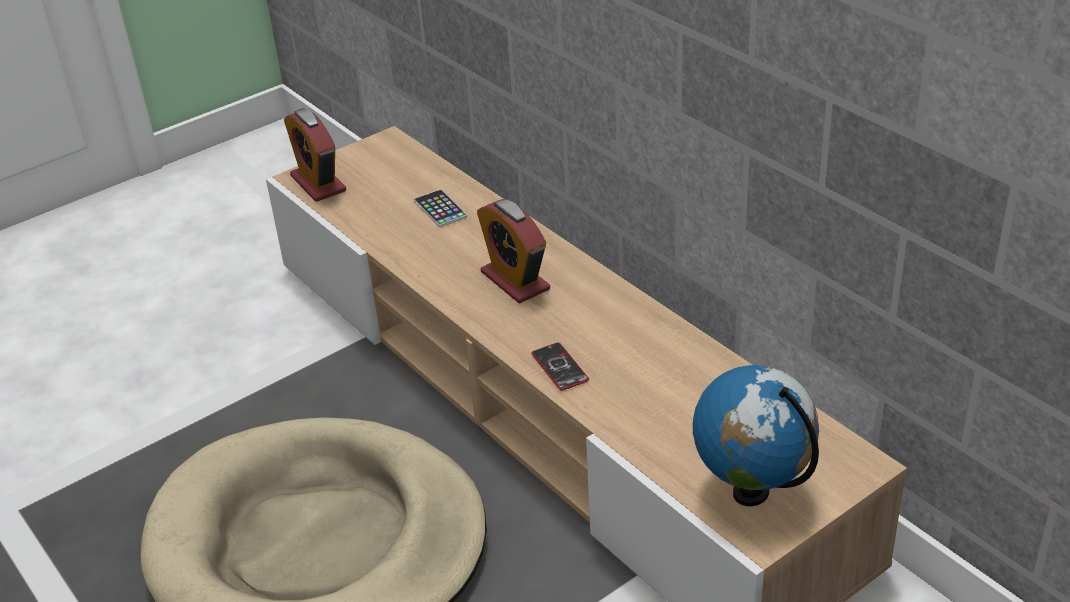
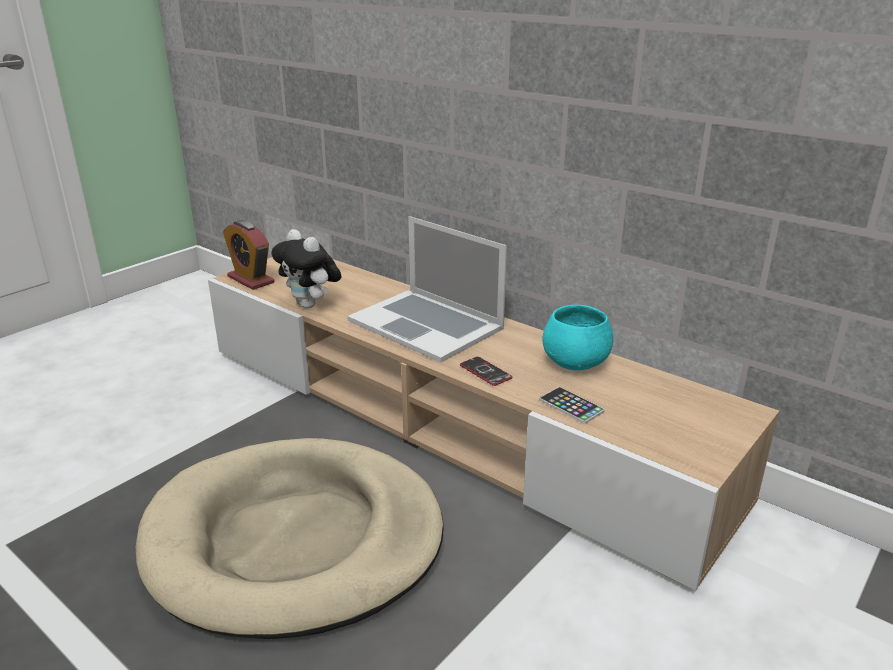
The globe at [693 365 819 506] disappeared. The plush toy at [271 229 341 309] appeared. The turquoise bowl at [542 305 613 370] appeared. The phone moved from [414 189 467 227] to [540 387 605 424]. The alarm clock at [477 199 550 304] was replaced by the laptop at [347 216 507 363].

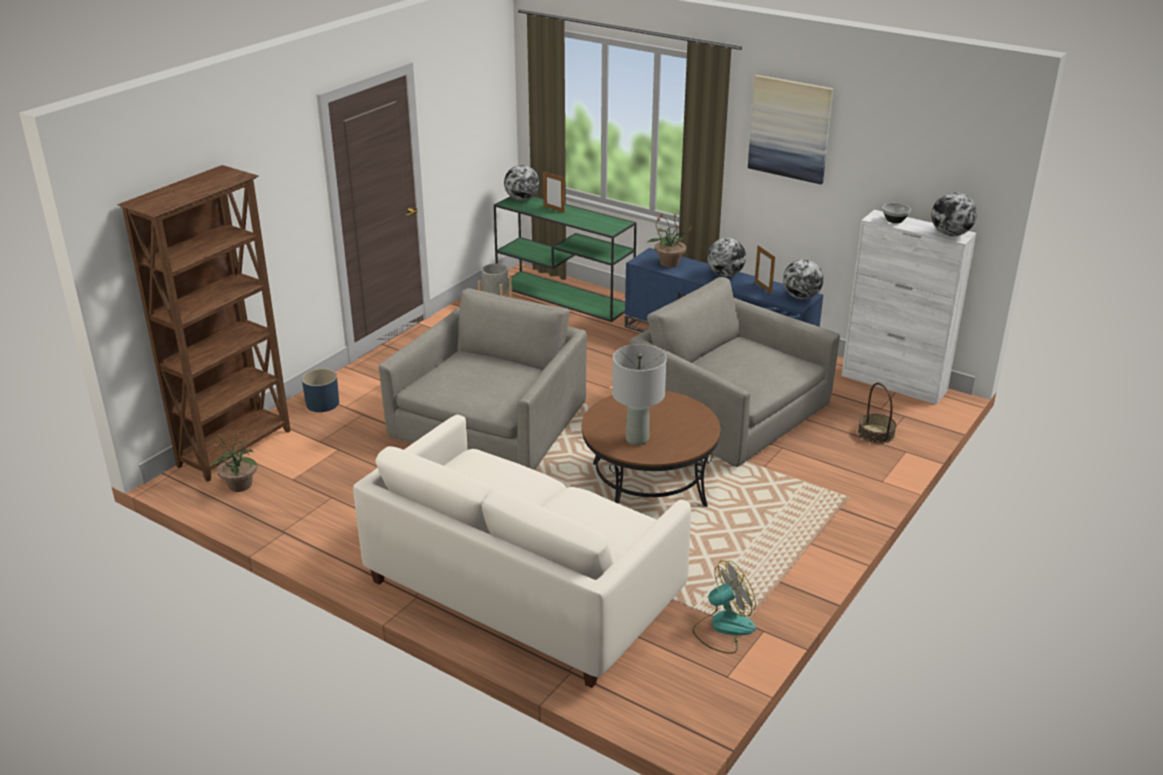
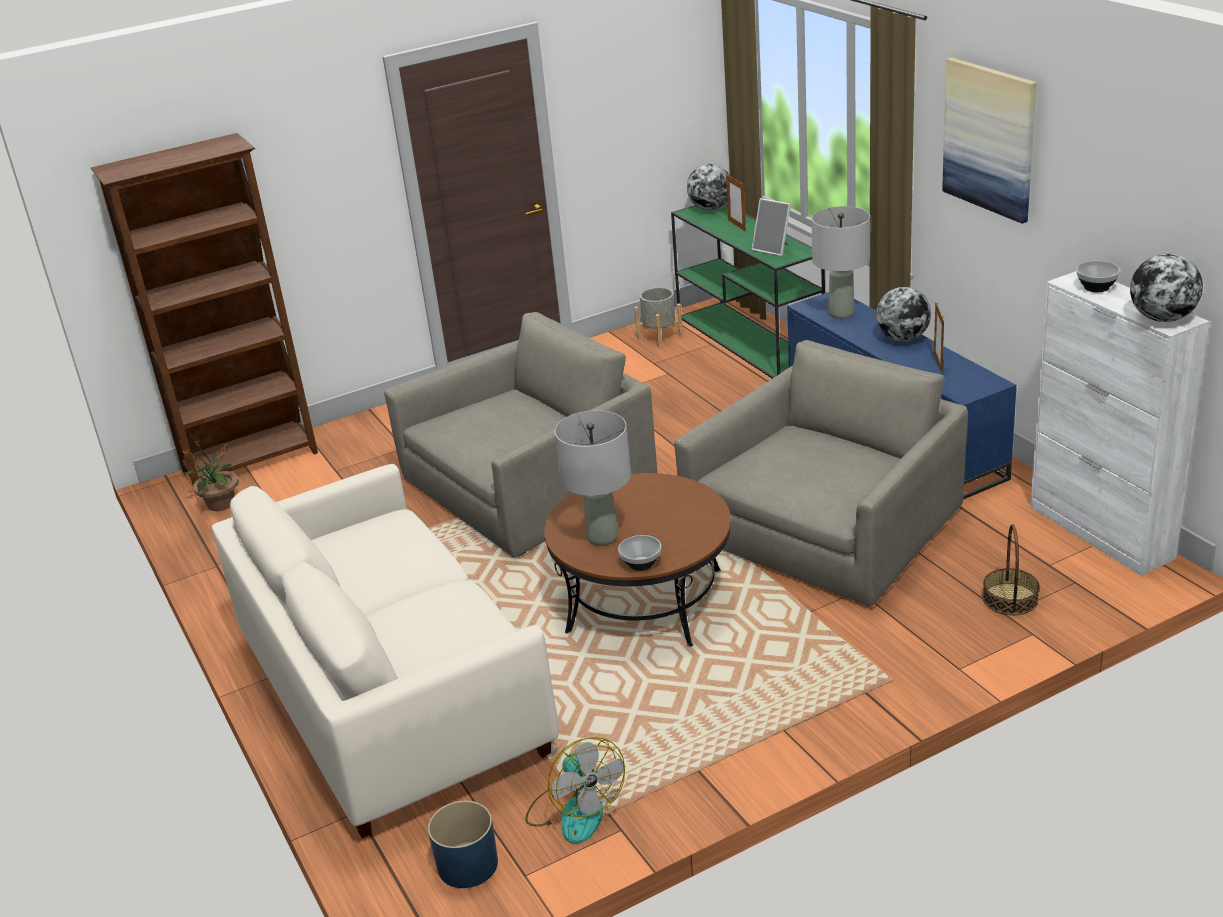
The globe at [783 259 824 299] disappeared. The bowl at [618 535 661 571] appeared. The picture frame at [752 198 791 256] appeared. The blue planter moved from [302 369 339 412] to [428 801 498 888]. The potted plant at [648 215 692 268] was replaced by the grey table lamp at [812 206 870 319]. The grey armchair at [630 277 840 467] turned 60 degrees clockwise. The fan at [693 560 756 654] turned 60 degrees clockwise.

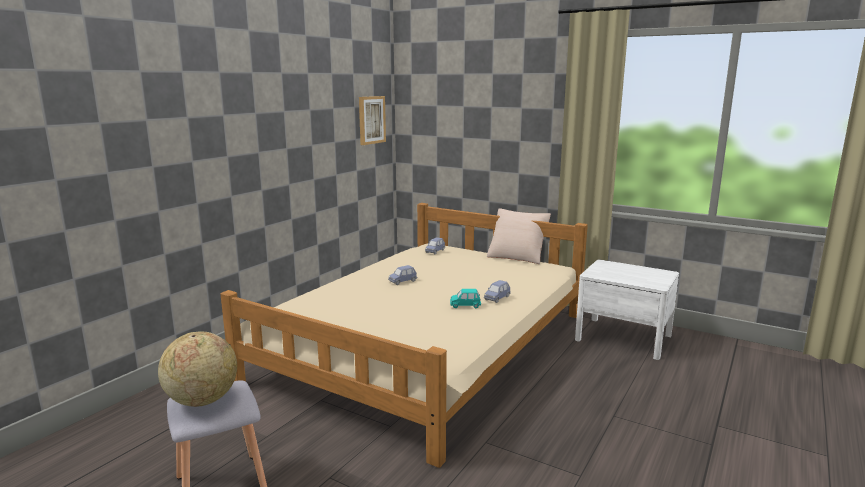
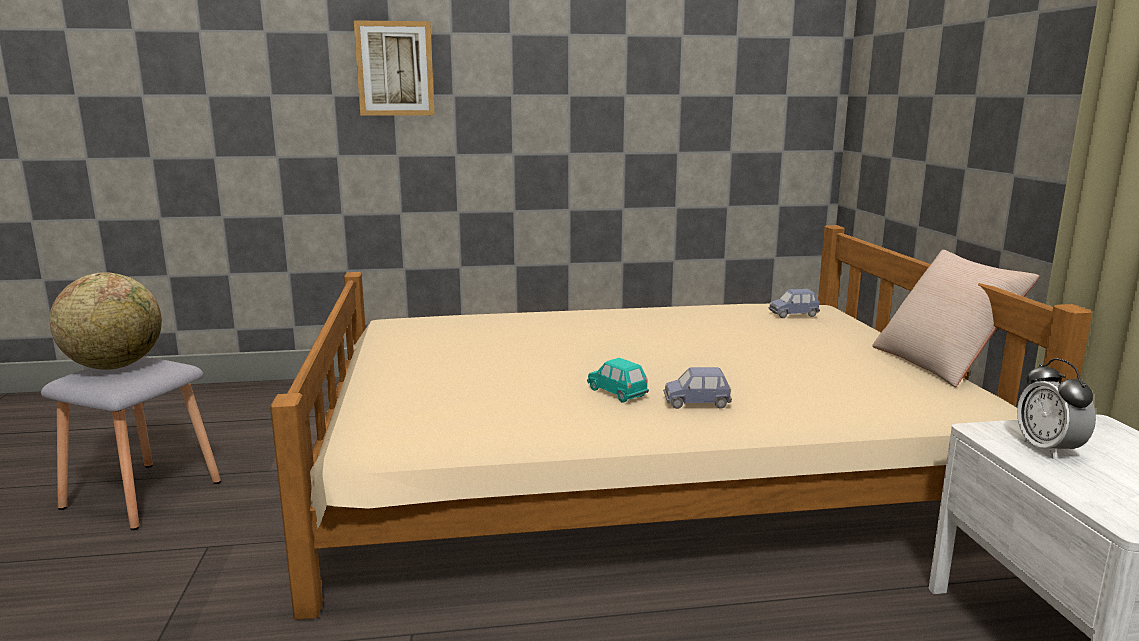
The blue toy car at [388 265 417 285] disappeared. The alarm clock at [1017 358 1096 459] appeared. The picture moved from [359 96 386 145] to [354 20 435 116].

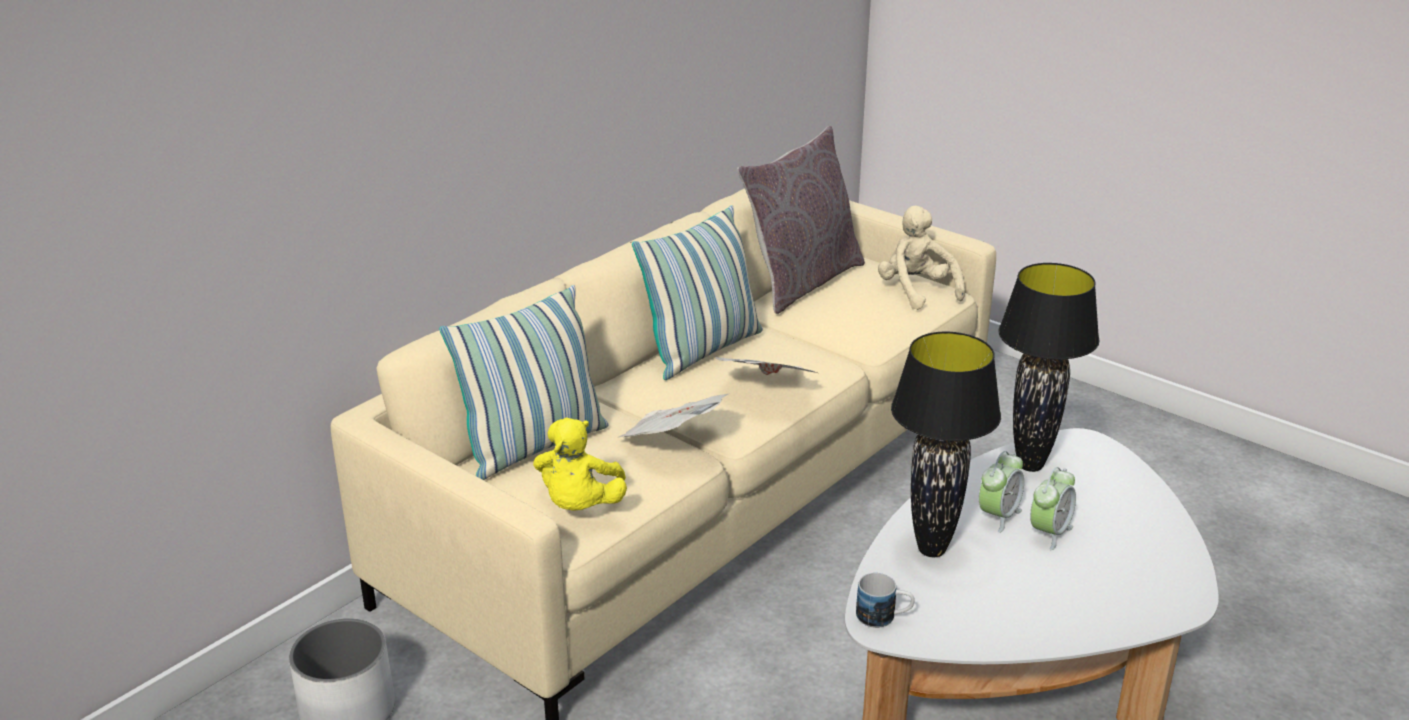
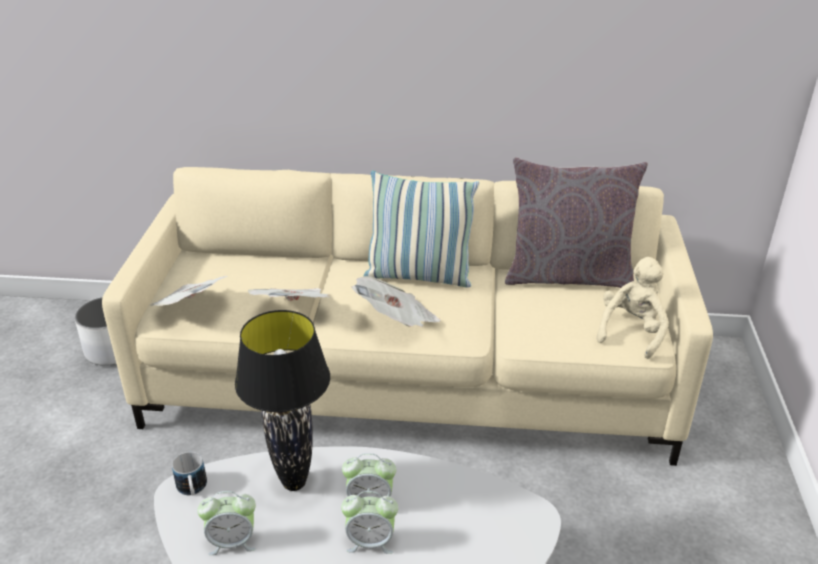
The pillow at [439 285 609 480] disappeared. The black table lamp at [998 263 1100 472] disappeared. The alarm clock at [197 491 256 555] appeared. The yellow plush toy at [533 418 627 511] was replaced by the newspaper at [150 276 228 306].

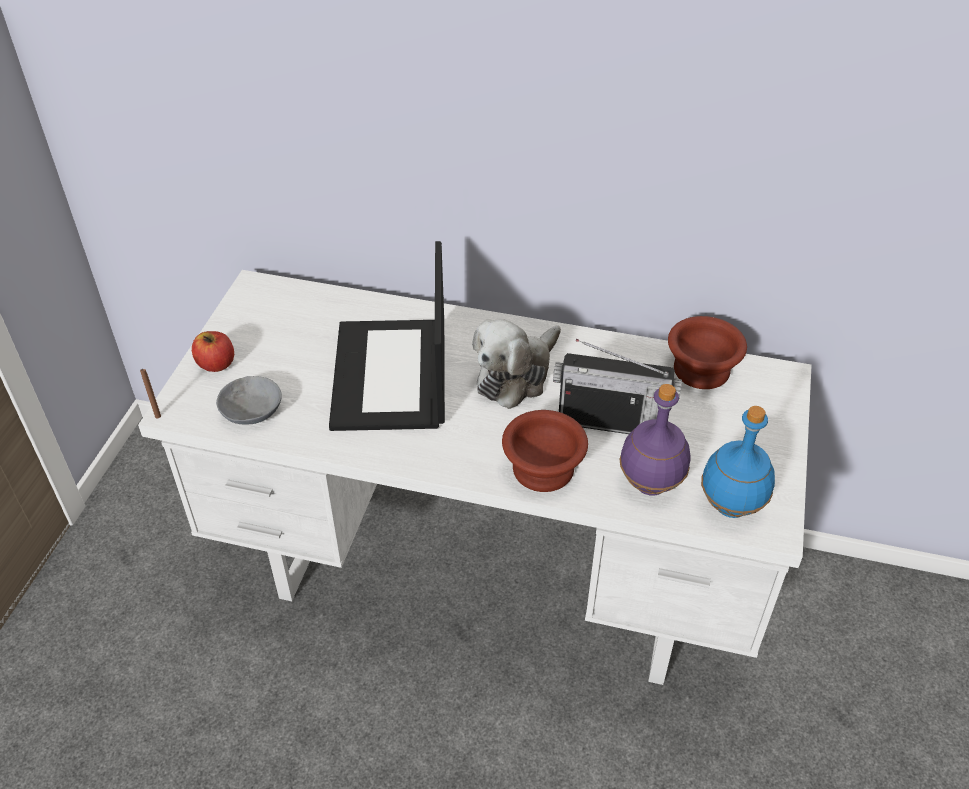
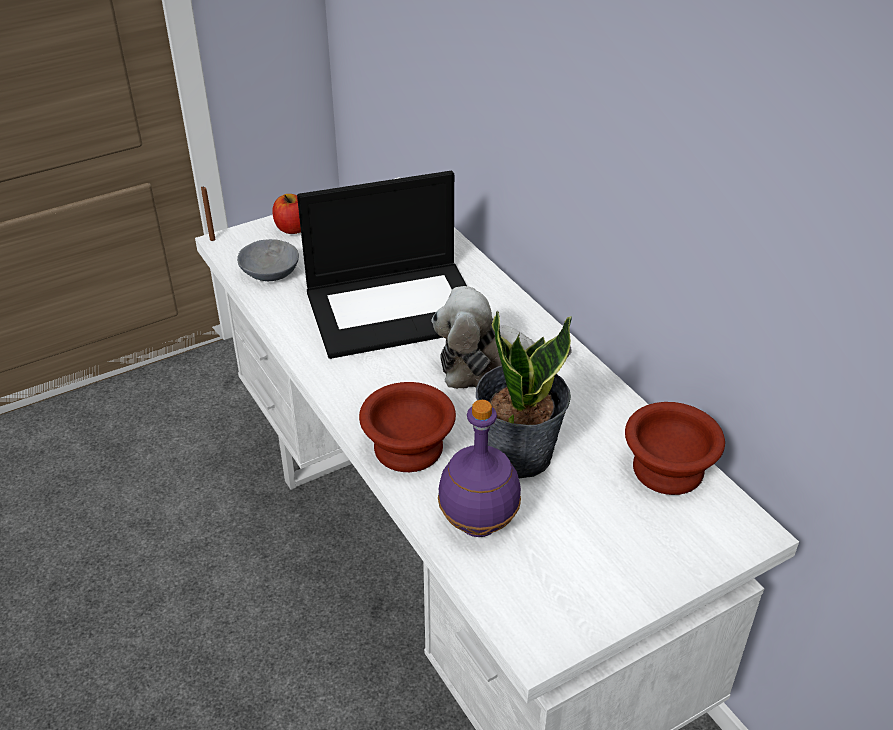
The blue bottle at [701 406 775 518] disappeared. The radio at [553 339 682 434] was replaced by the potted plant at [476 310 572 478]. The laptop at [329 241 445 431] turned 150 degrees counterclockwise.

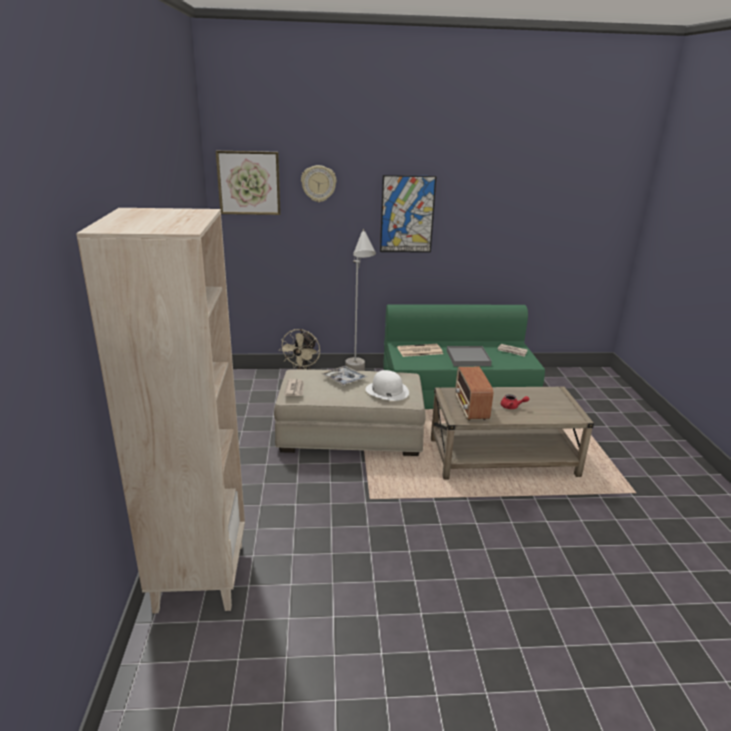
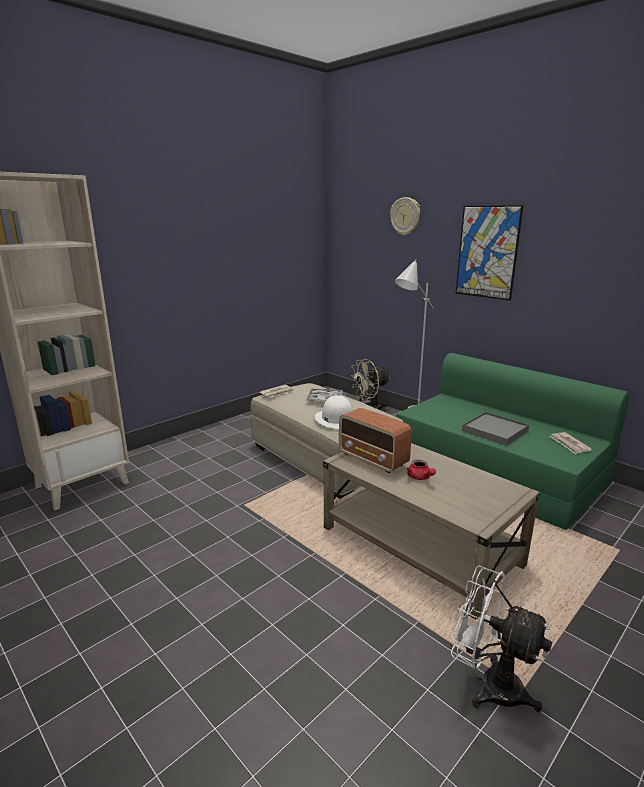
The picture at [216 151 281 215] disappeared. The newspaper at [397 344 443 357] disappeared. The white fan at [451 566 552 712] appeared. The radio at [455 367 493 420] turned 90 degrees counterclockwise.

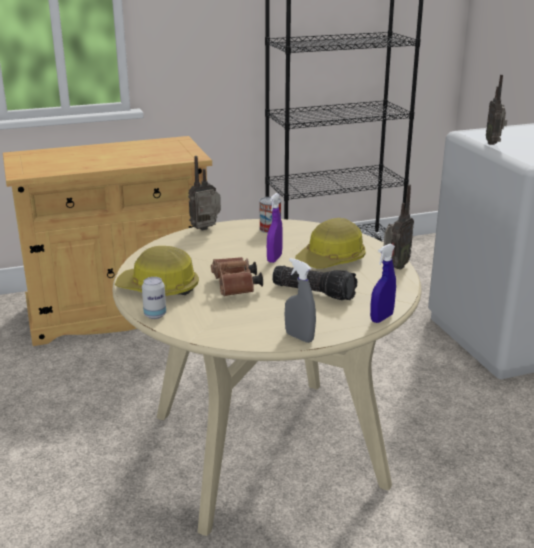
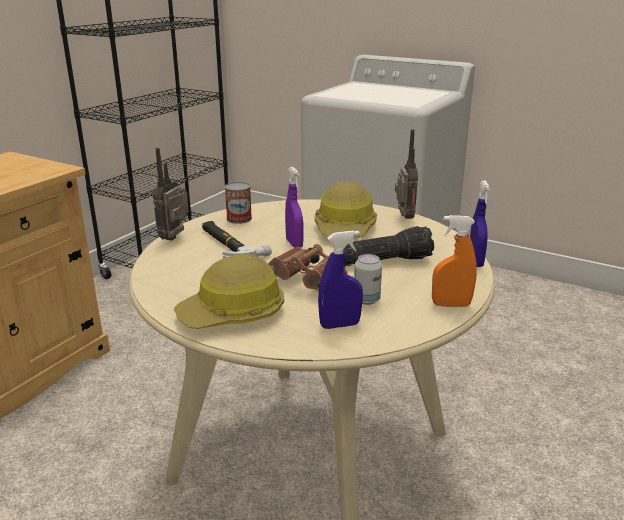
The radio at [486 74 507 145] disappeared. The hammer at [202 221 272 258] appeared. The blue spray bottle at [318 230 363 329] appeared. The can moved from [142 277 166 319] to [354 254 382 305]. The grey spray bottle at [285 258 316 343] became the orange spray bottle at [432 215 477 307].

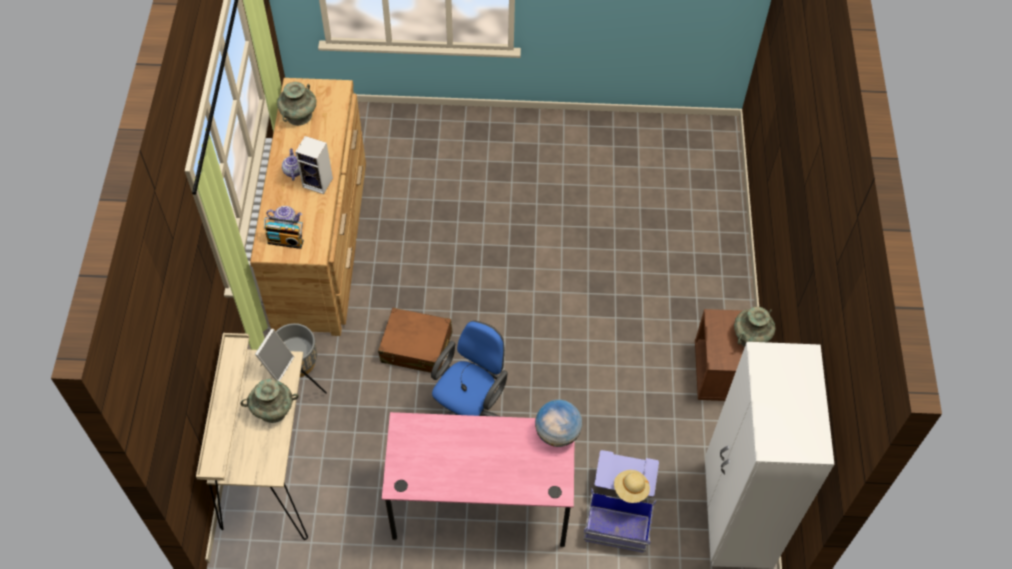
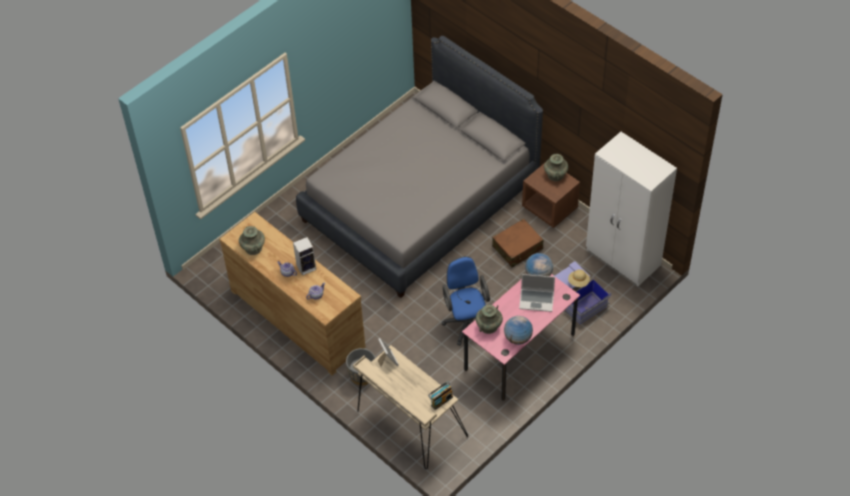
The grey bed at [296 36 543 298] appeared. The globe at [504 316 533 345] appeared. The laptop at [519 274 555 312] appeared. The turquoise vase moved from [241 379 299 423] to [476 305 503 334]. The radio moved from [264 217 303 249] to [428 381 453 410]. The brown suitcase moved from [378 308 452 373] to [492 219 543 267].

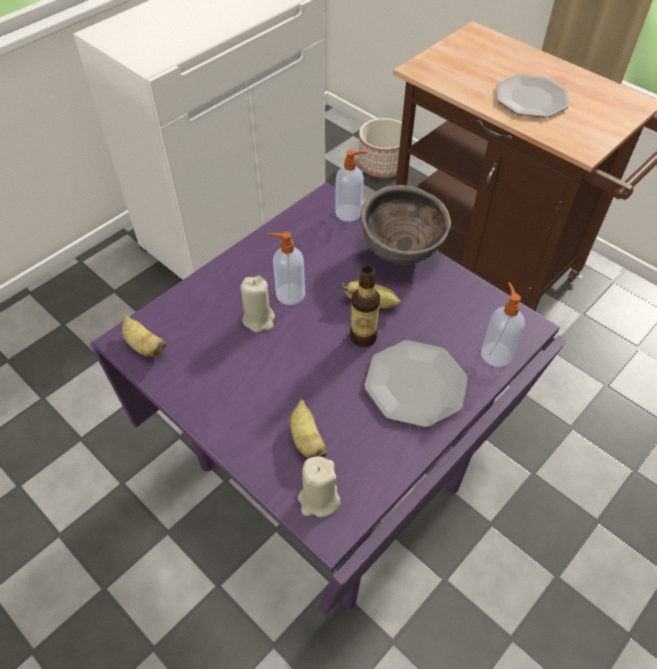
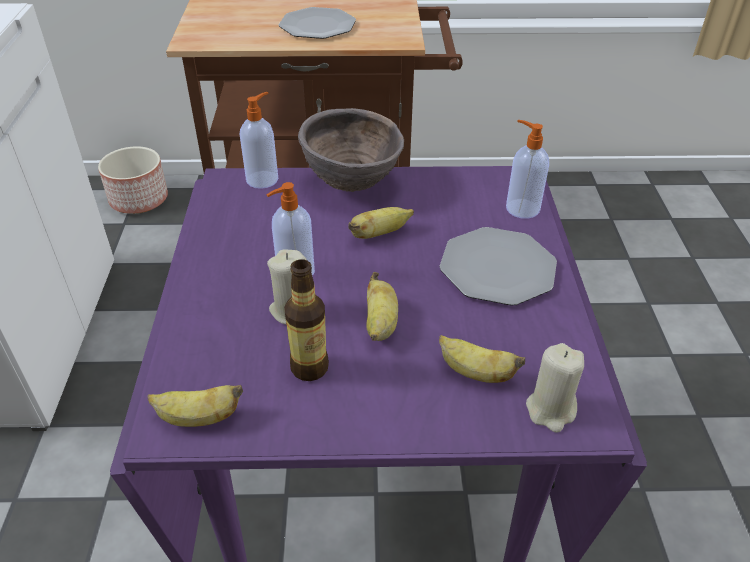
The banana at [366 272 398 341] appeared. The bottle moved from [350 266 380 347] to [284 259 329 381].

